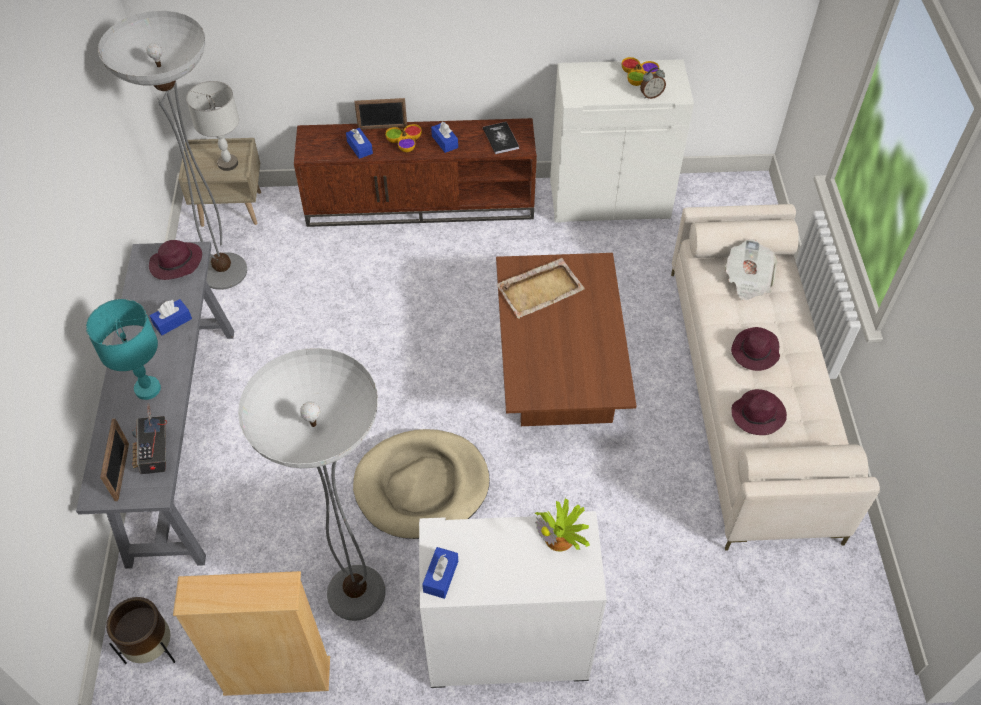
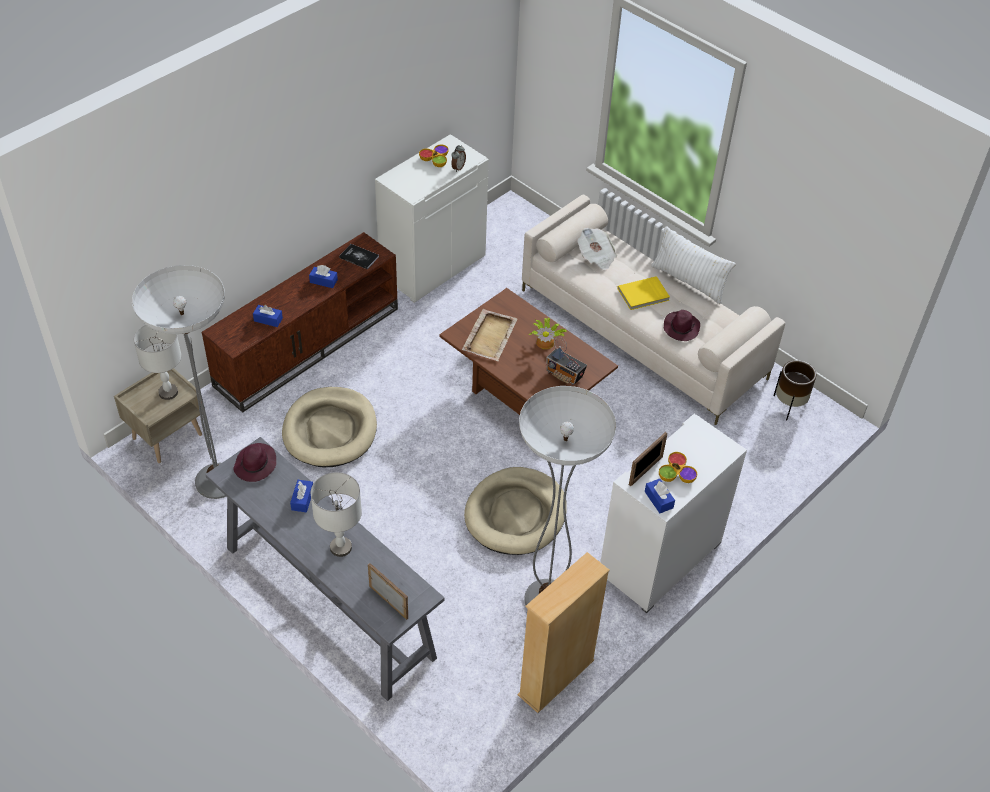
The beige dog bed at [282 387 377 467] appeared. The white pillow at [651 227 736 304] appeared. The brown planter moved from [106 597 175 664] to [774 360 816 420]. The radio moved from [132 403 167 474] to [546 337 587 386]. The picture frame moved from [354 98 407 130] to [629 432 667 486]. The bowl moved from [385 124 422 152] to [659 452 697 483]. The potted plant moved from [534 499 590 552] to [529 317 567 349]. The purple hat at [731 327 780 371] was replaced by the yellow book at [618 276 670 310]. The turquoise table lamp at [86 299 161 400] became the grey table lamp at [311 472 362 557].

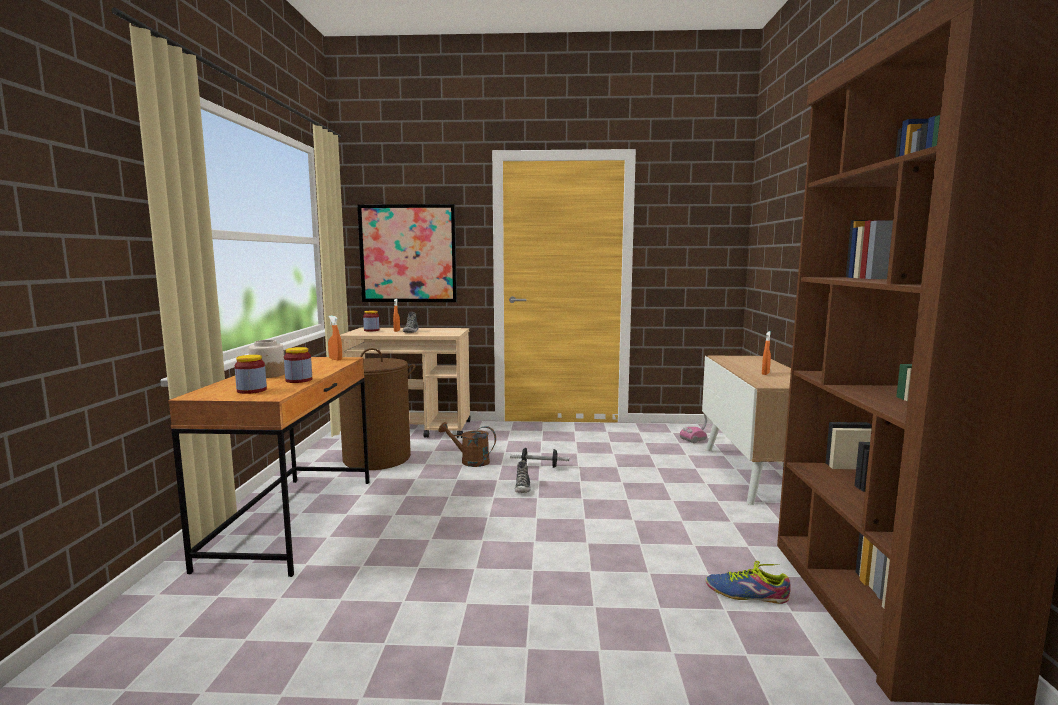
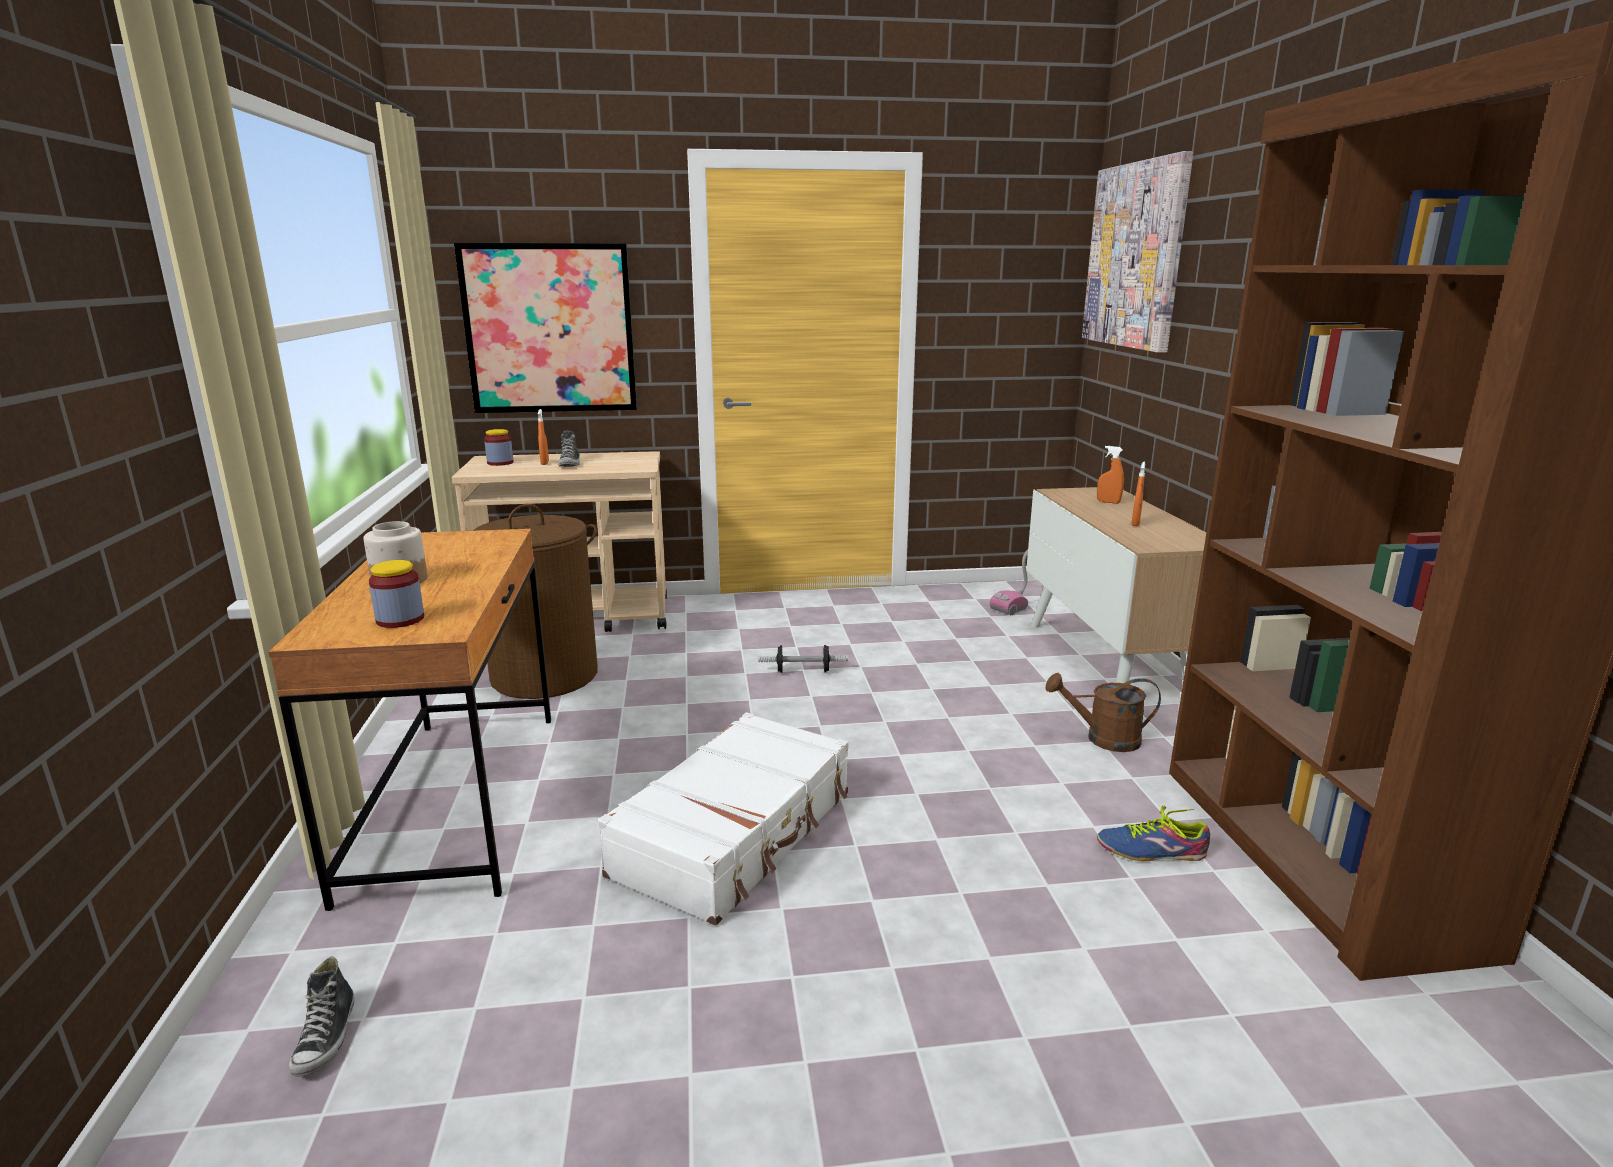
The jar at [284 347 312 383] disappeared. The white suitcase at [598 712 849 925] appeared. The picture at [1082 151 1193 353] appeared. The orange spray bottle moved from [328 316 342 361] to [1097 446 1124 504]. The brown watering can moved from [438 422 496 467] to [1045 673 1161 752]. The shoe moved from [515 460 531 494] to [289 957 354 1077].

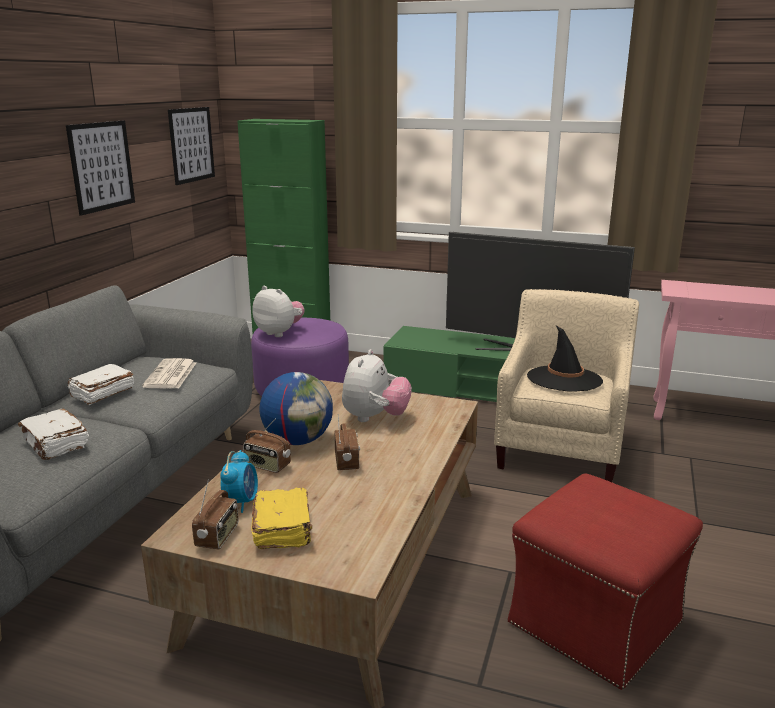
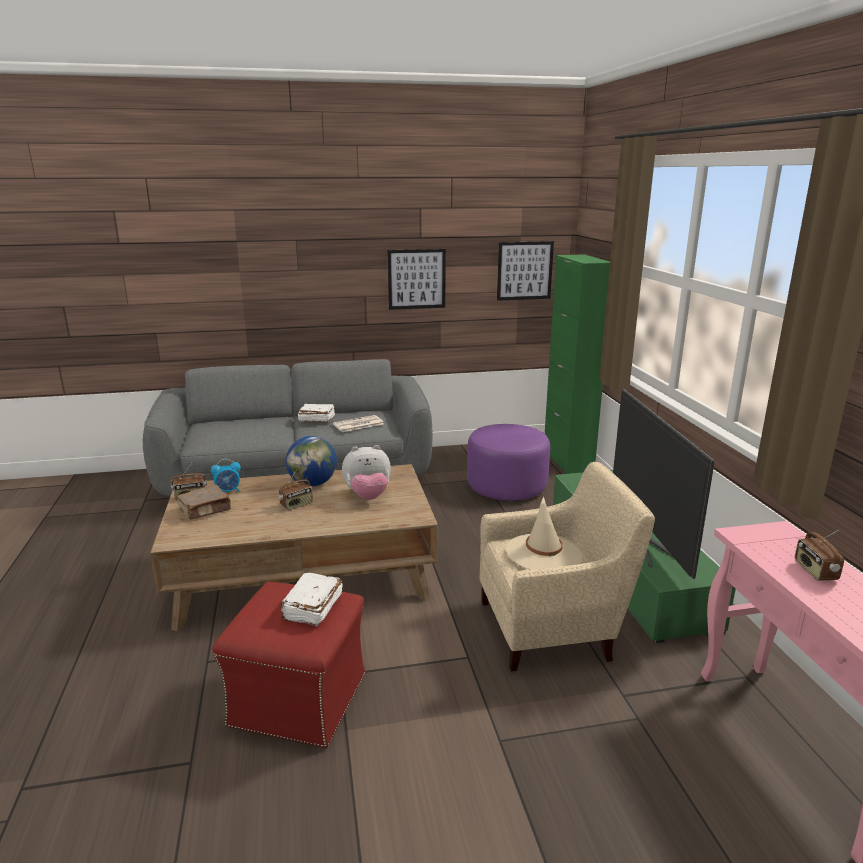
The plush toy at [253 286 304 337] disappeared. The white book moved from [18 408 89 460] to [281 573 343 626]. The radio moved from [243 418 291 473] to [795 530 844 581]. The yellow book at [251 488 312 549] became the brown book at [177 485 231 519]. The black hat at [527 326 603 392] became the beige hat at [506 497 582 569].

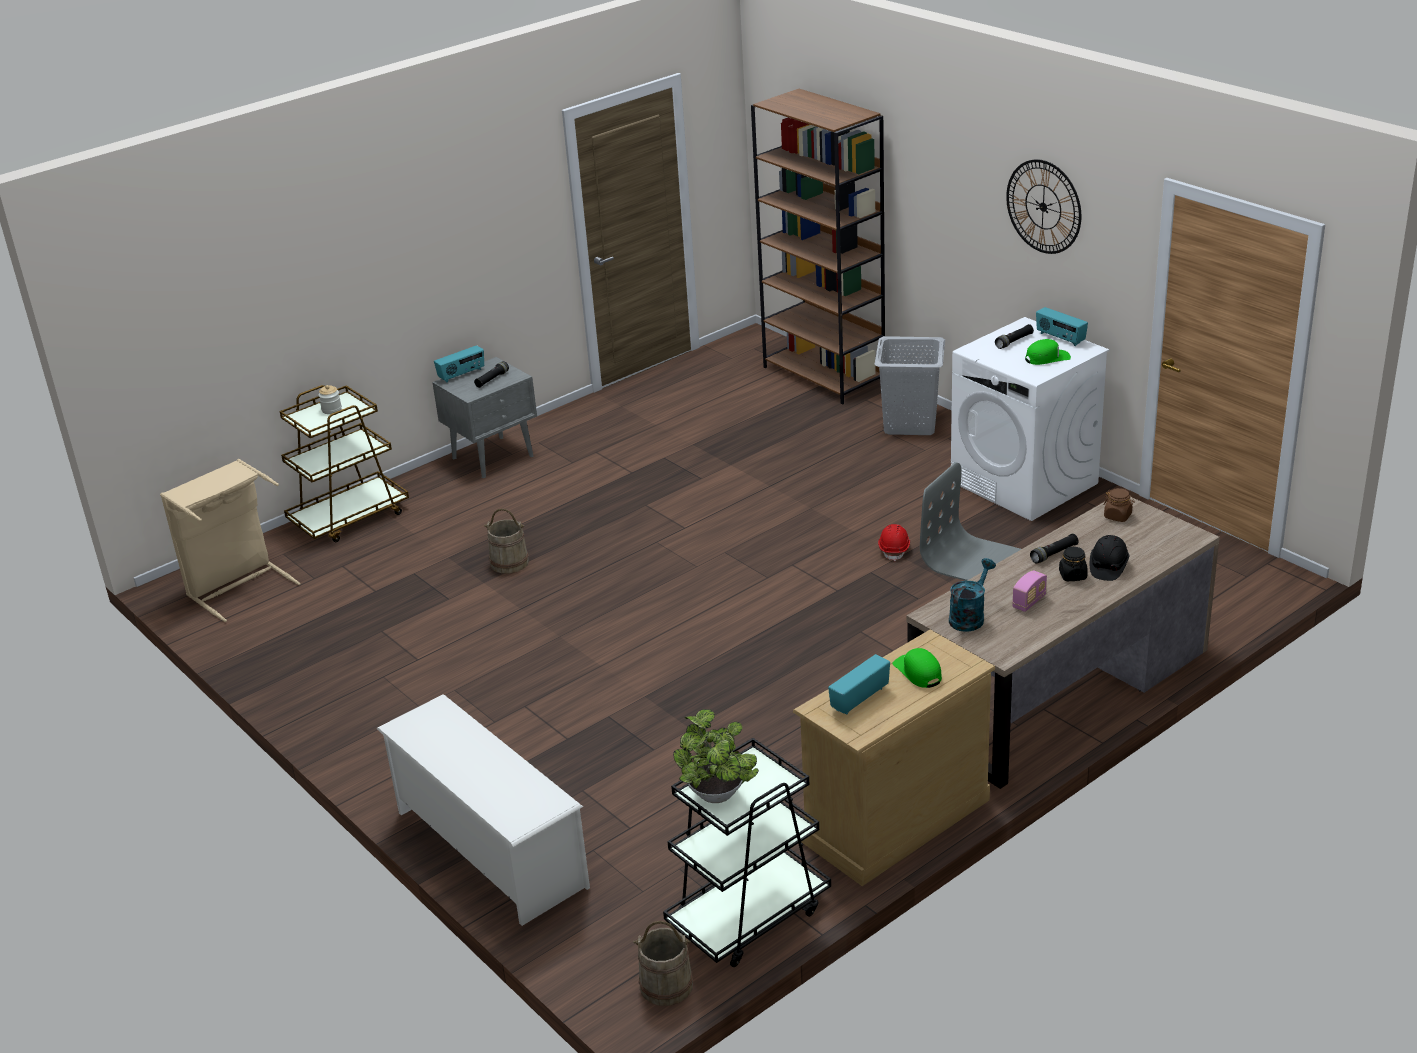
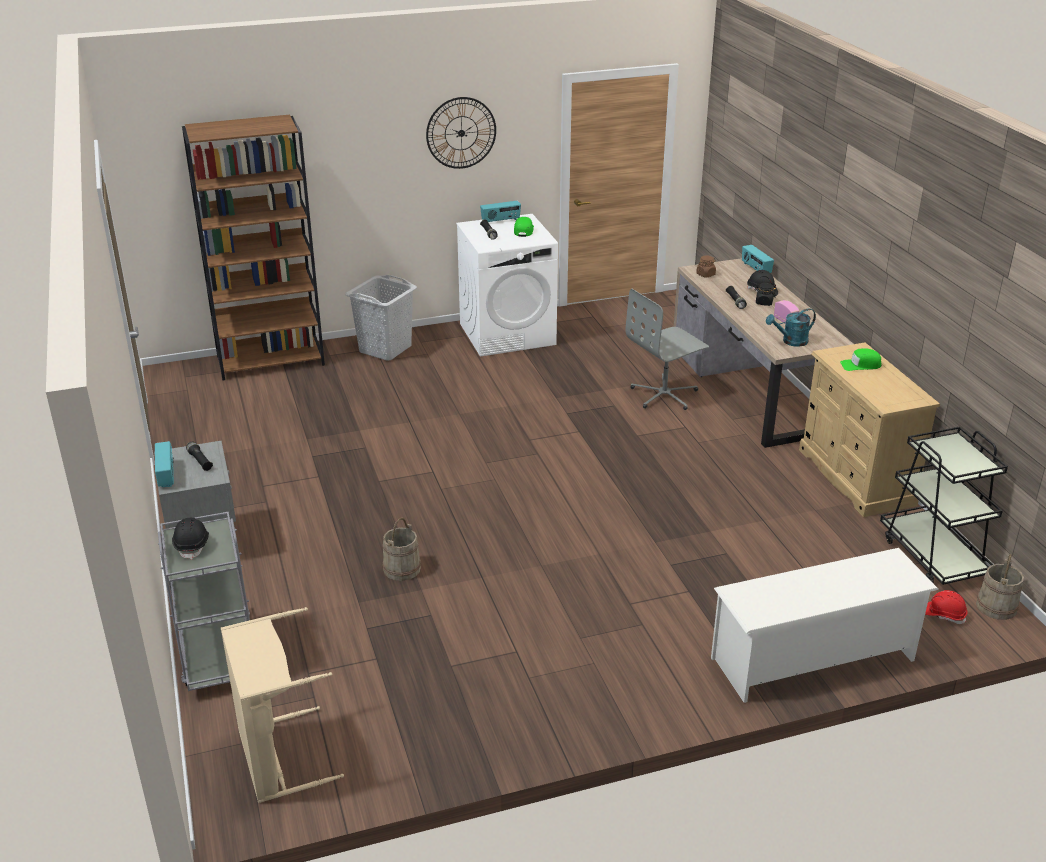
The potted plant at [673 709 759 803] disappeared. The radio moved from [828 654 890 715] to [742 245 774 273]. The red hard hat moved from [878 524 910 561] to [925 590 967 624]. The jar at [318 385 342 414] was replaced by the black hard hat at [172 518 209 560]. The brown cart at [279 385 409 542] became the grey cart at [158 512 250 691]. The turquoise watering can at [949 558 996 632] turned 75 degrees counterclockwise.

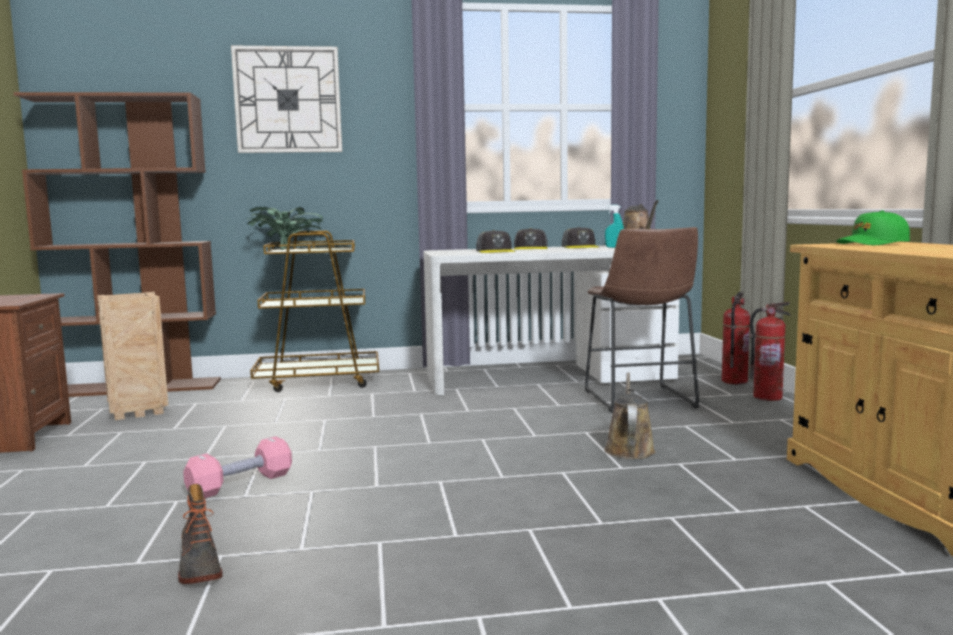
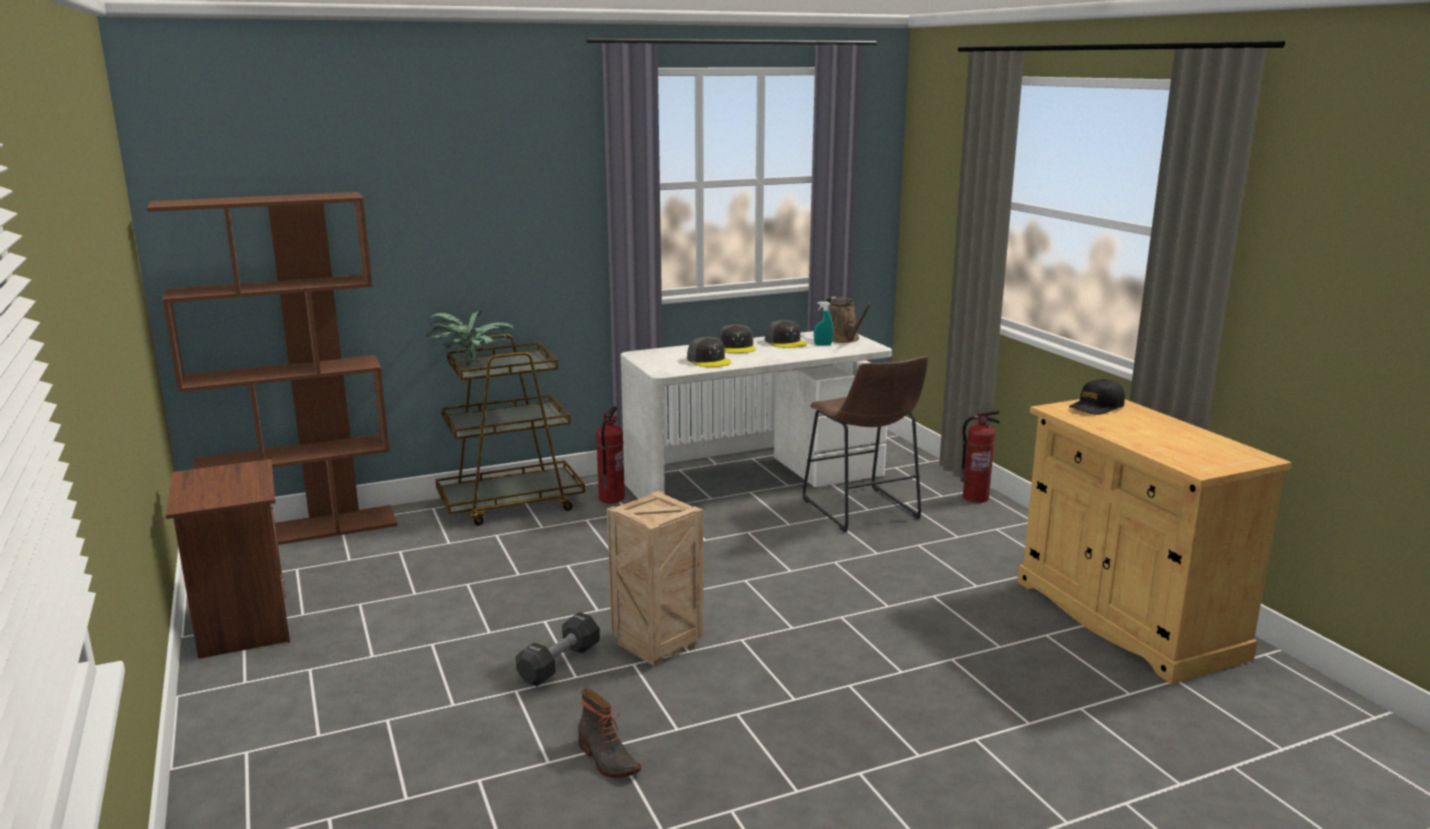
The wall clock at [231 46 342 153] disappeared. The brown watering can at [604 372 655 459] disappeared. The crate moved from [97 292 168 420] to [607 490 704 666]. The fire extinguisher moved from [722 292 750 384] to [596 406 625 504]. The pink dumbbell at [183 436 292 498] became the black dumbbell at [516 612 600 686]. The green cap at [837 210 910 245] became the black cap at [1069 379 1125 415].

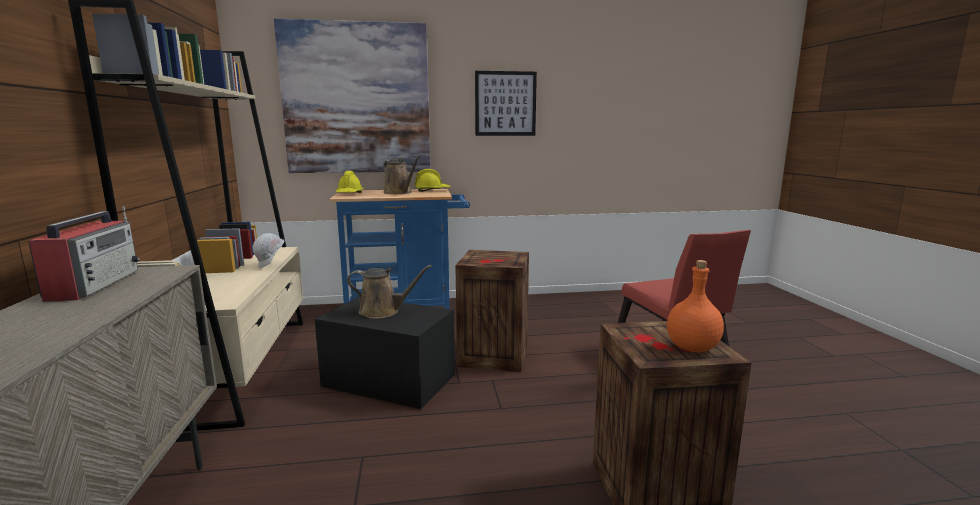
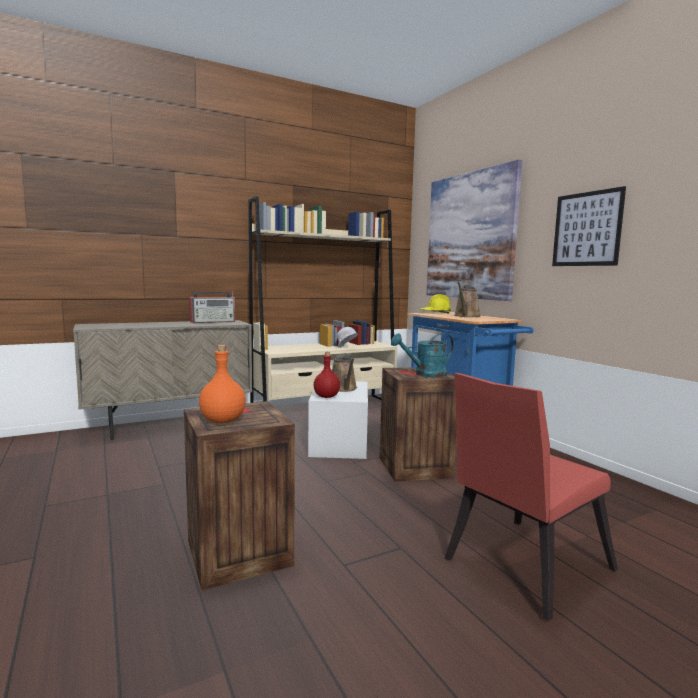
The yellow hard hat at [415 169 451 192] disappeared. The red bottle at [314 352 340 398] appeared. The turquoise watering can at [391 333 454 377] appeared. The black storage box at [315 297 455 409] became the white storage box at [308 381 368 459].

